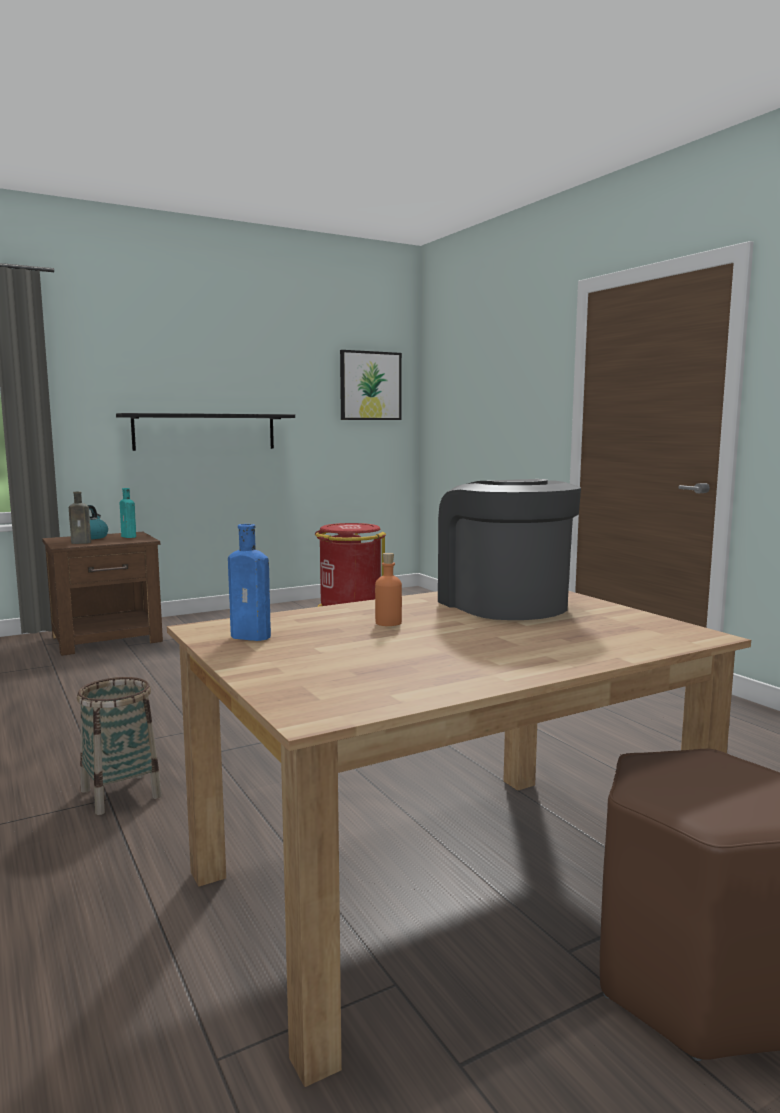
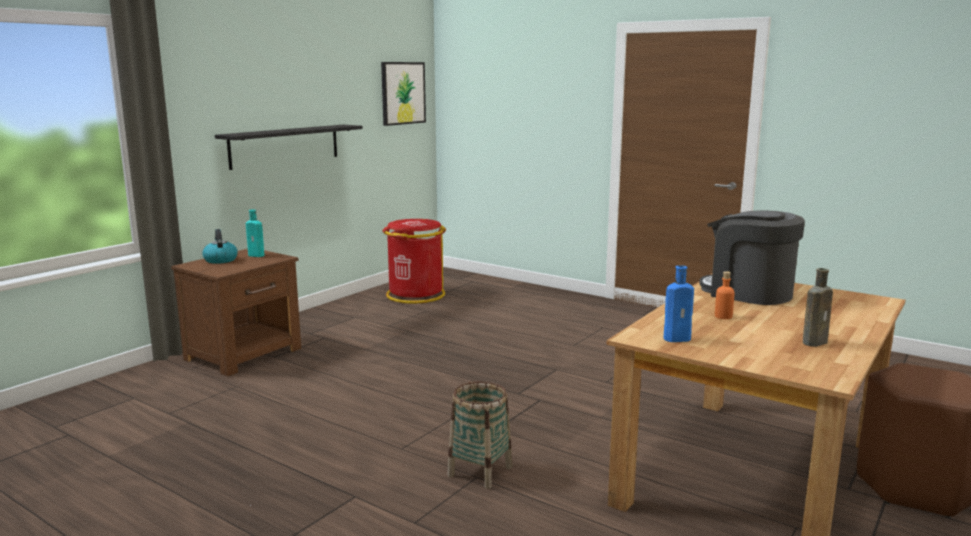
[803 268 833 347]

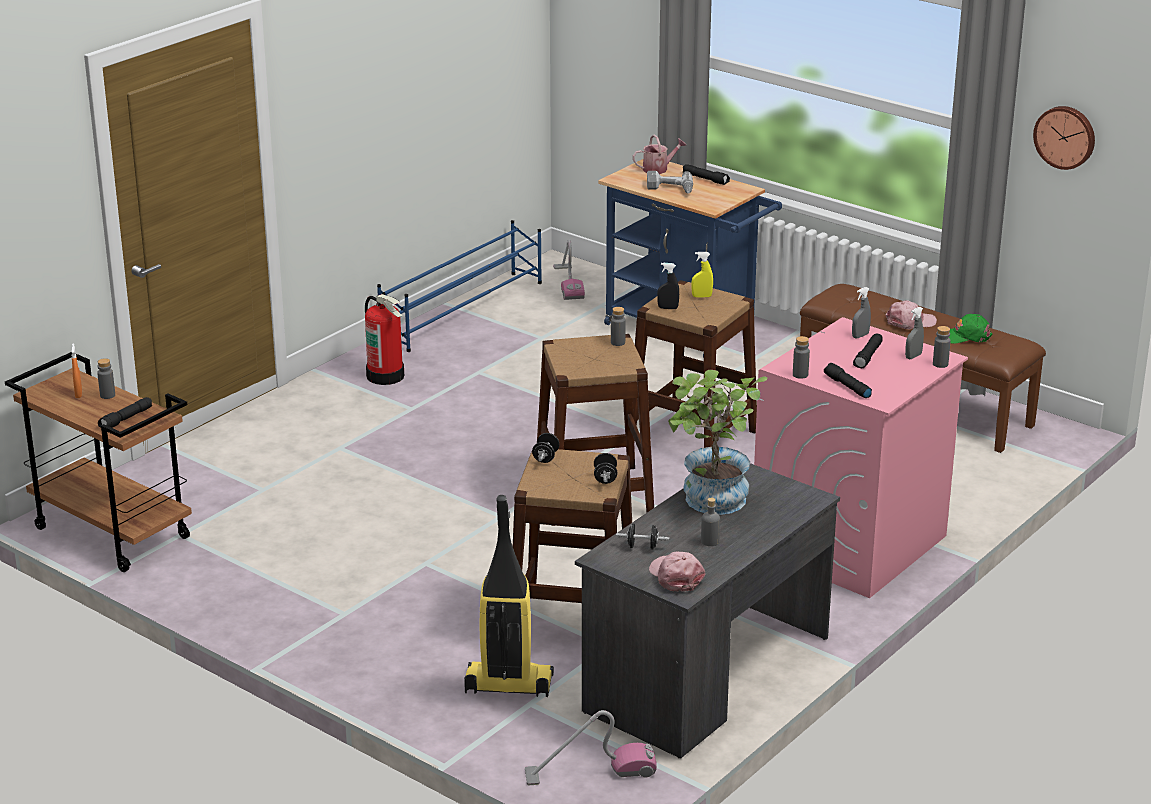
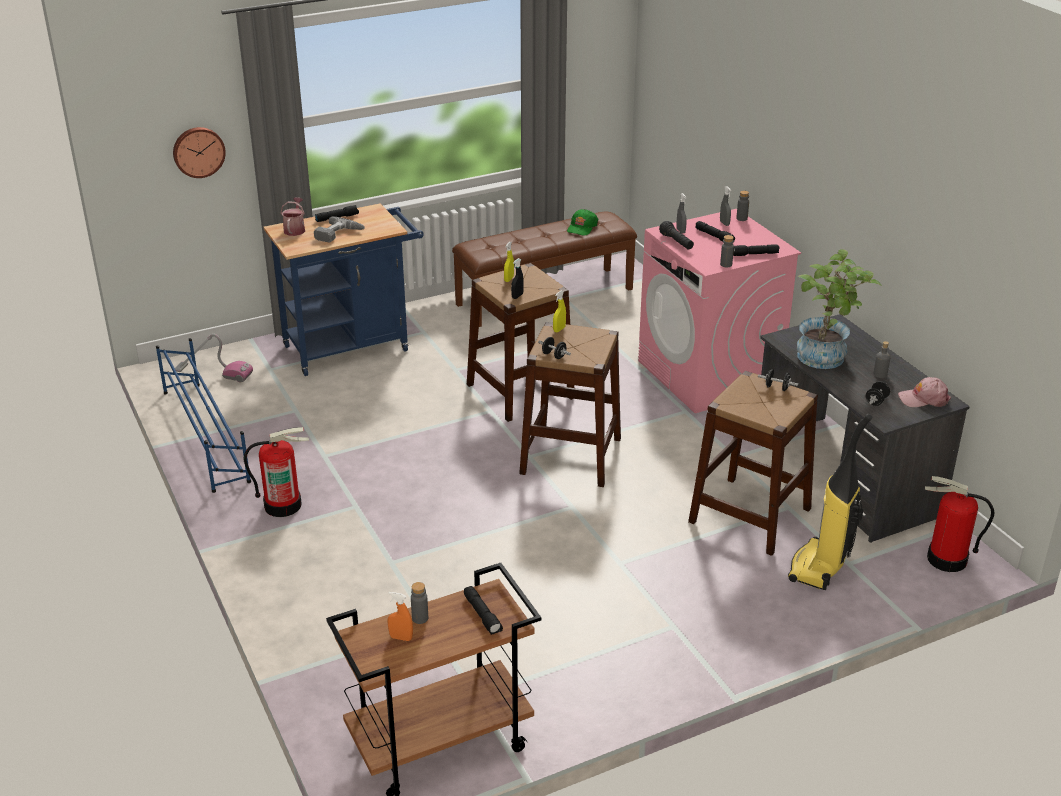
[885 300 937 329] (first image)
[659 221 694 250]
[538 337 571 359]
[173 127 226 178]
[925 476 994 572]
[553 290 566 332]

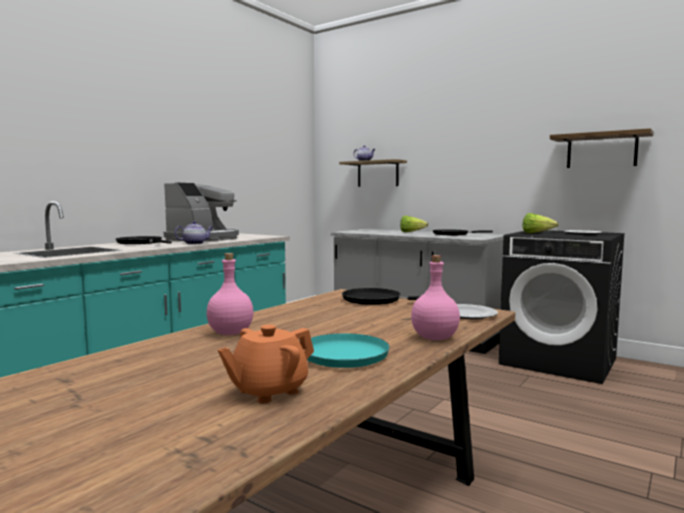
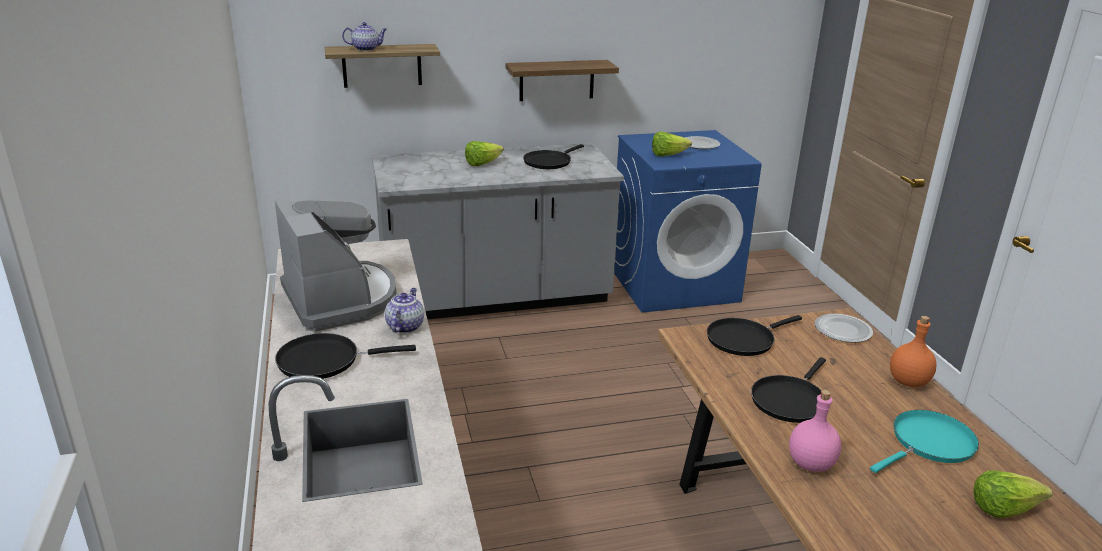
[751 357 826 423]
[505 60 619 101]
[973 470 1052 518]
[890 316 937 387]
[614 130 762 313]

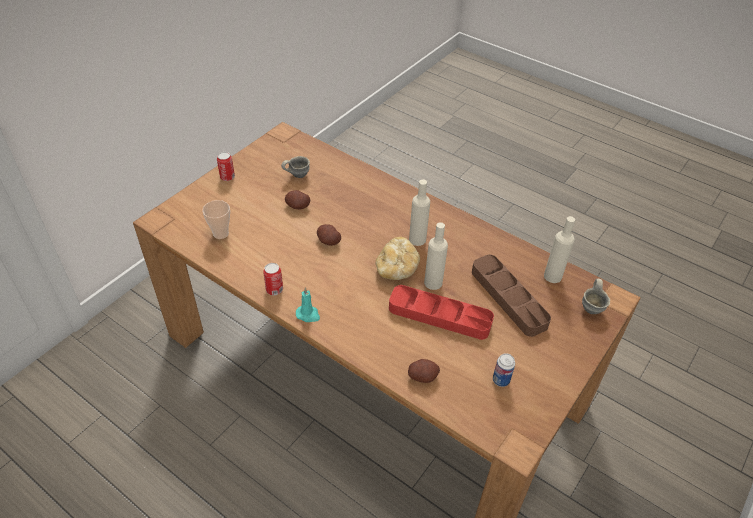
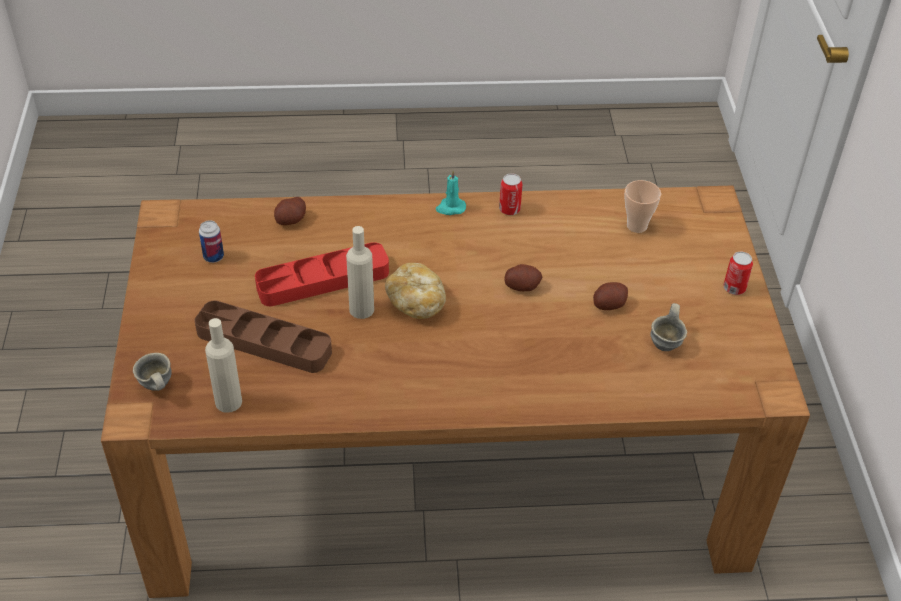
[409 179 430 246] (first image)

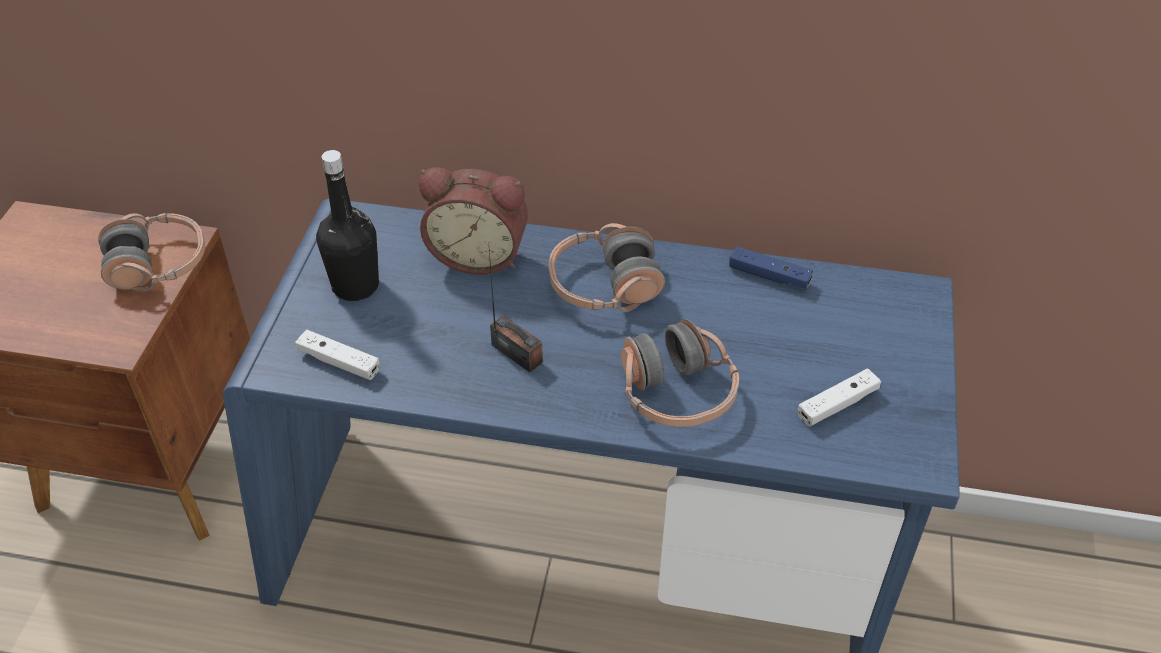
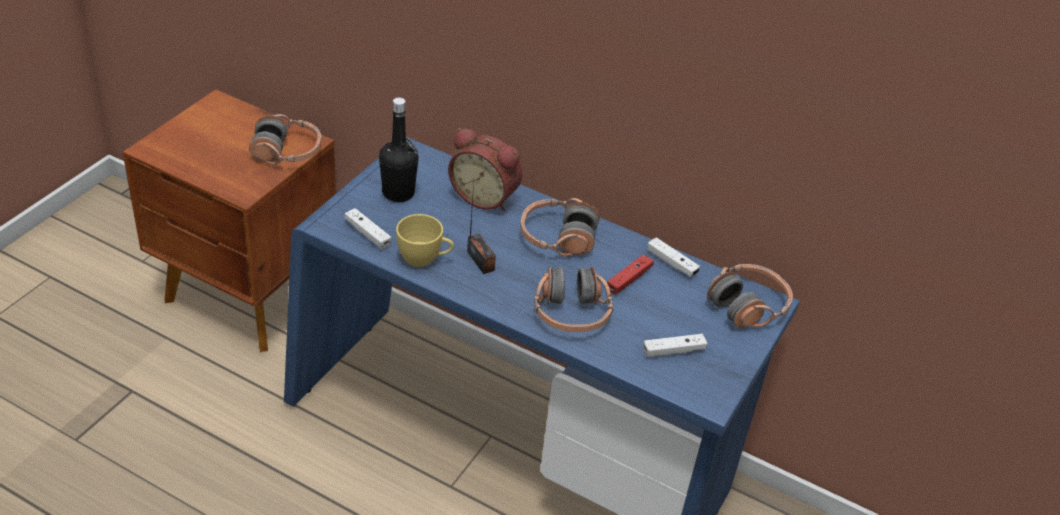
[396 214 454 267]
[607 254 654 295]
[707 264 793 328]
[647 237 700 277]

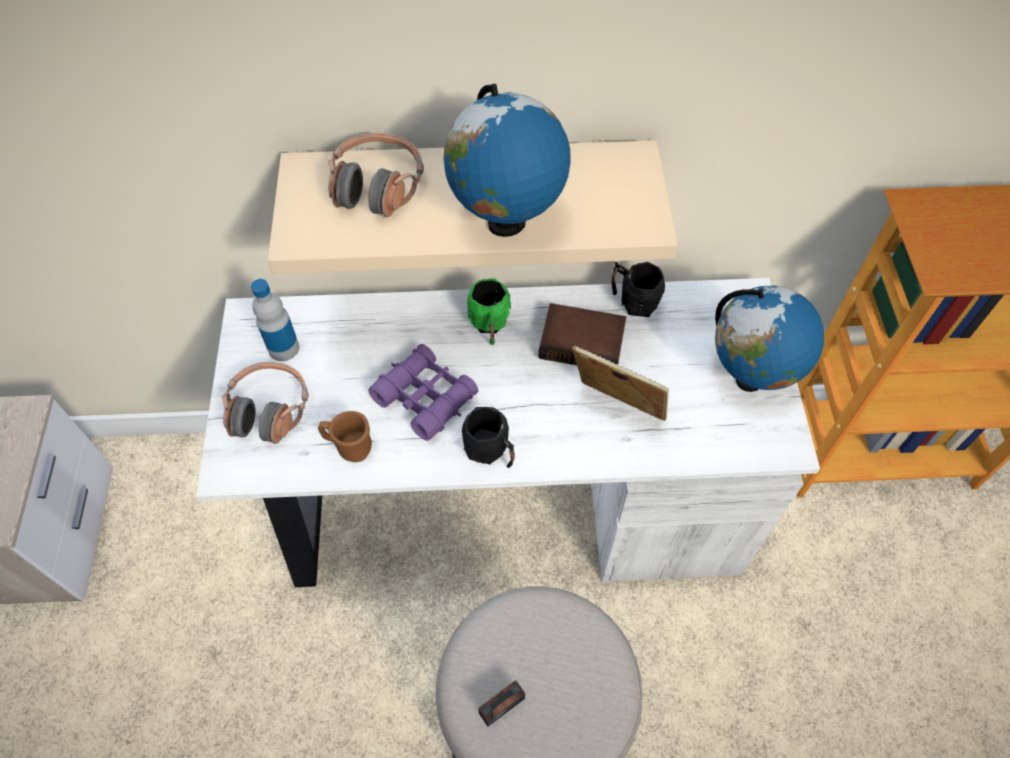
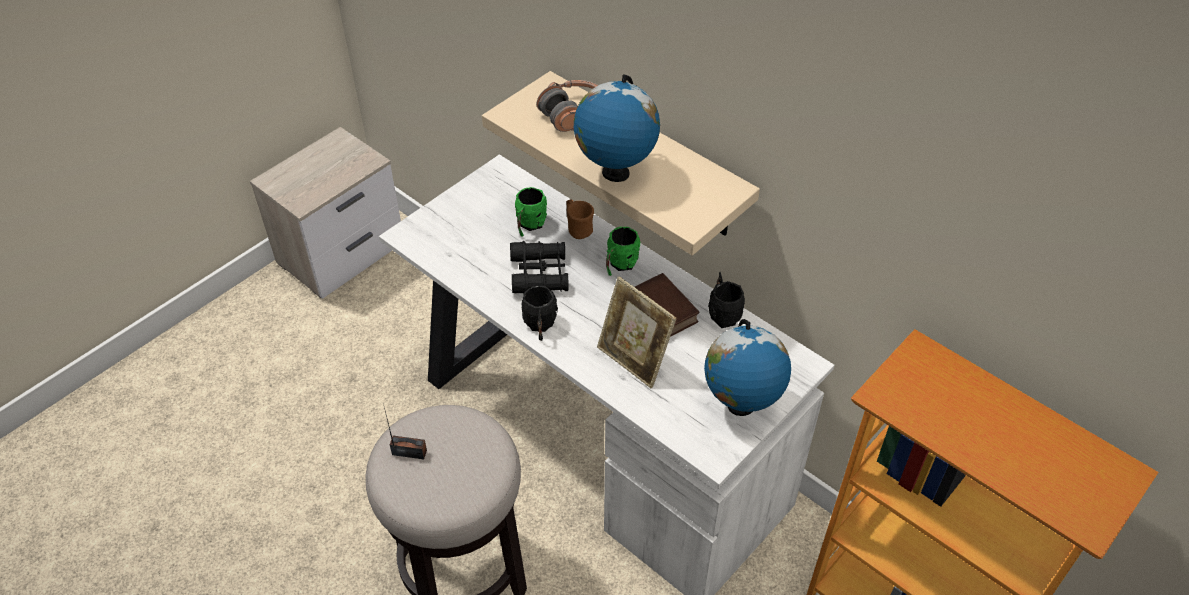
[222 362 309 444] (first image)
[251 279 299 361] (first image)
[515 187 547 237]
[566 199 594 239]
[510 241 568 293]
[597 277 677 389]

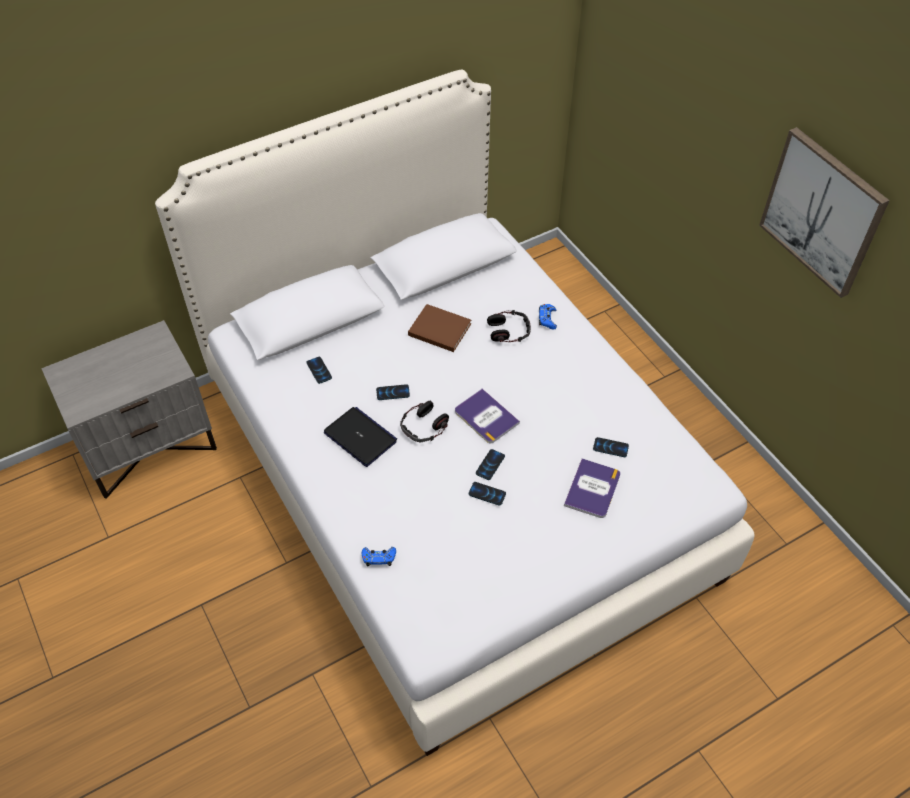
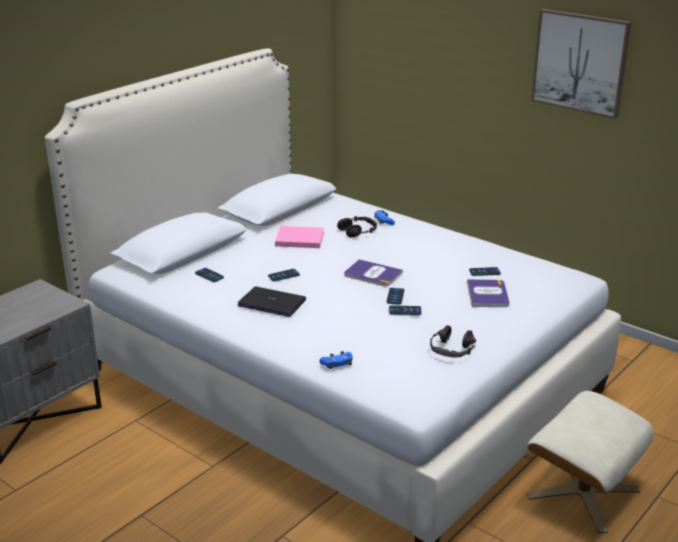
[527 391 654 533]
[430 325 476 358]
[275 226 324 248]

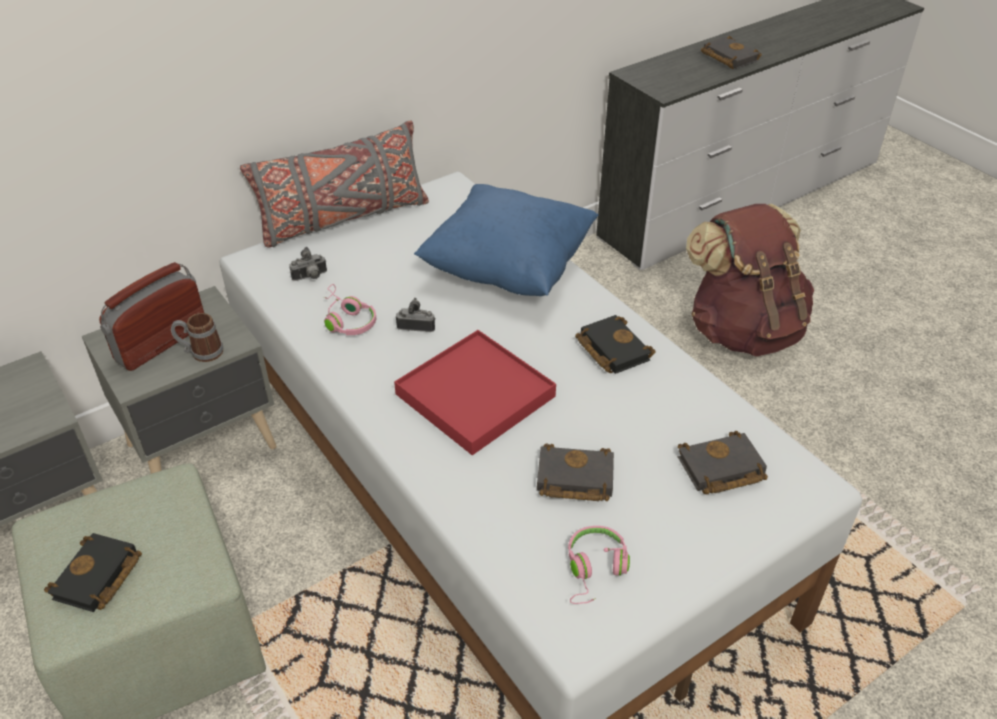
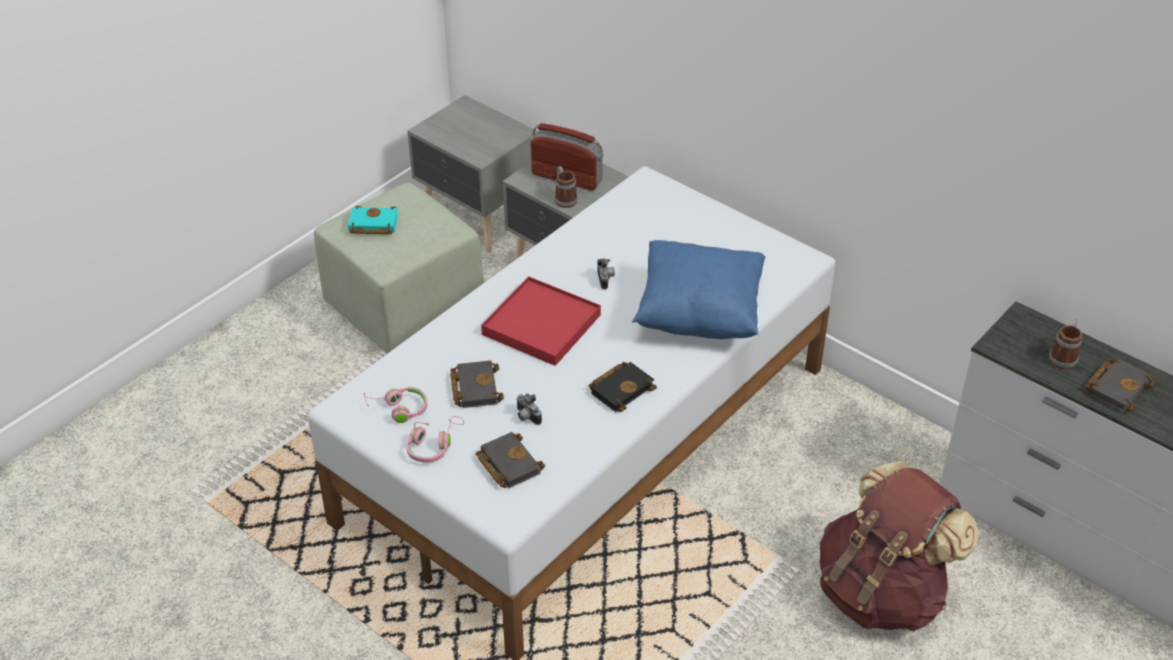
[240 121 429 247] (first image)
[1049 319 1082 369]
[516 394 542 425]
[406 416 464 463]
[348 206 398 234]

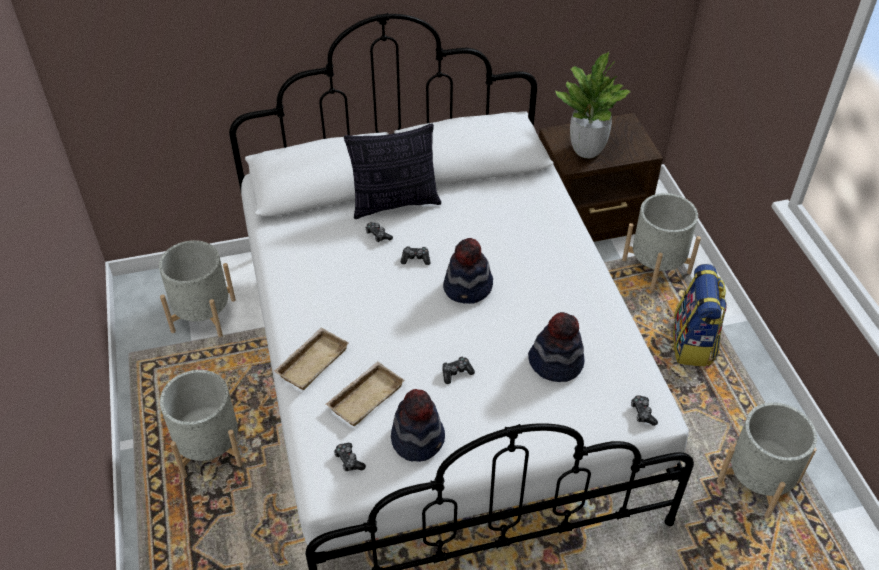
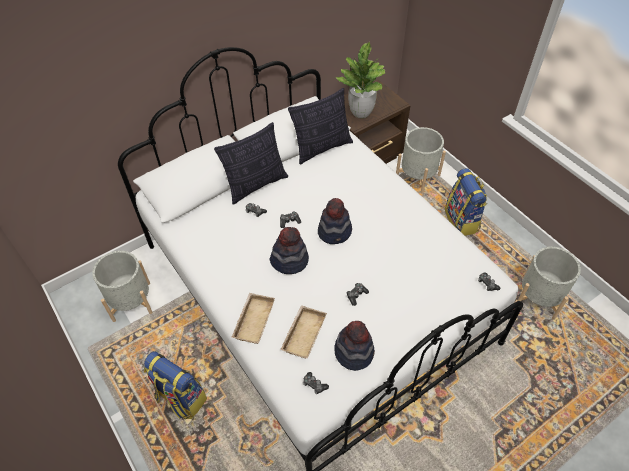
[288 88 353 164]
[269 227 309 274]
[144 351 207 419]

